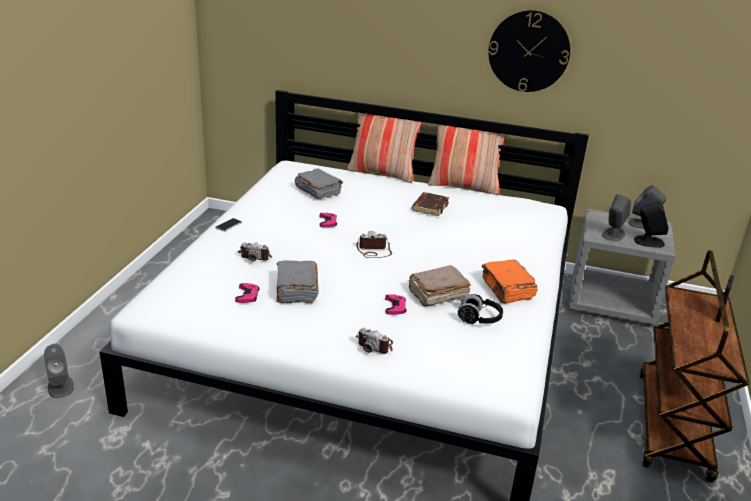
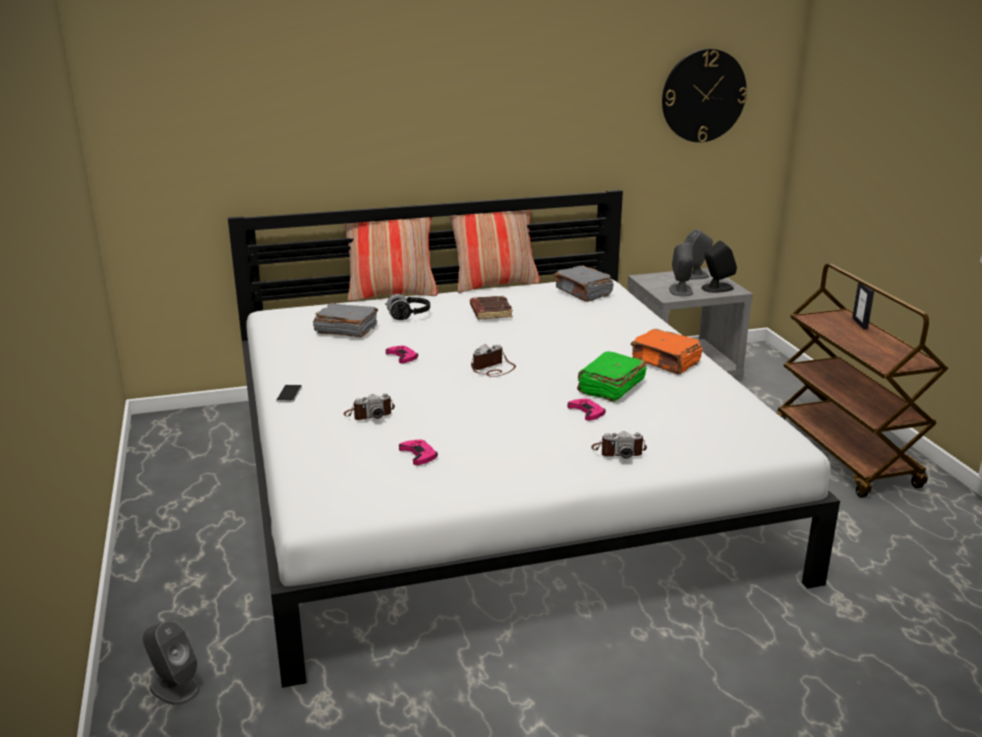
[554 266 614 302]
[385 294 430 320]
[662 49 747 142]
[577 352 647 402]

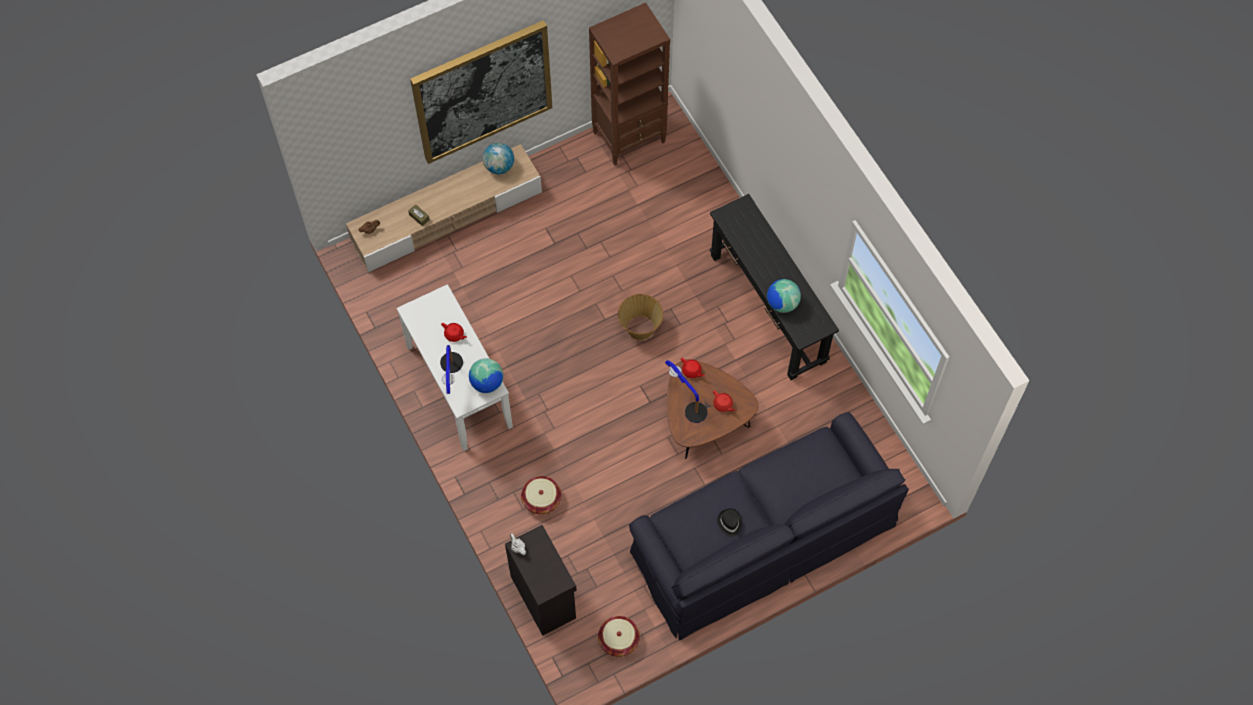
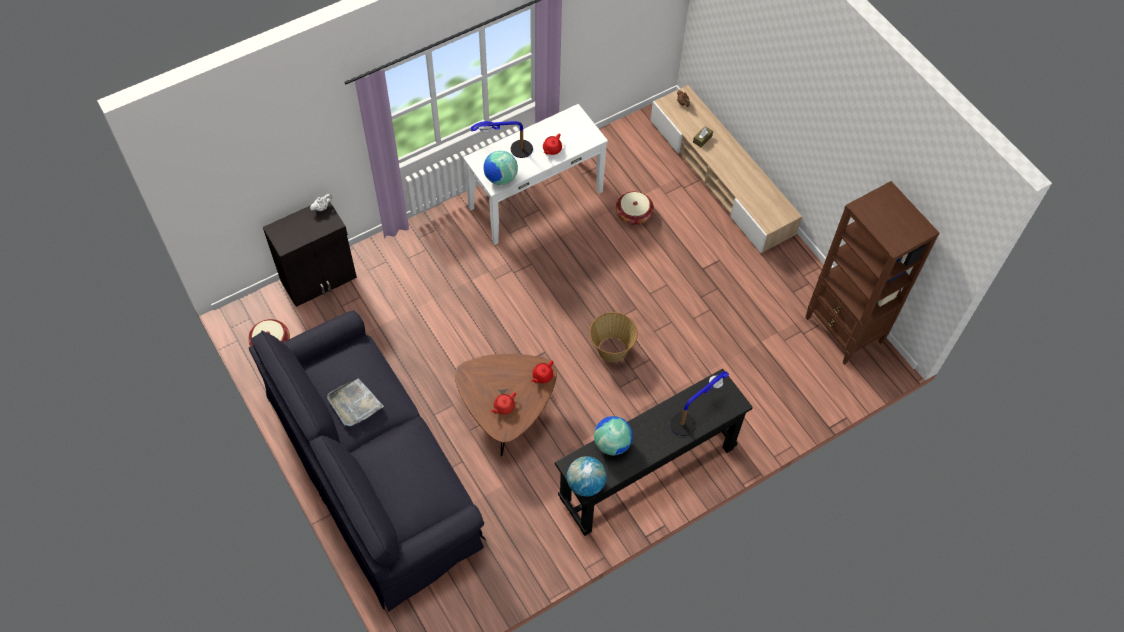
[410 20 552 164] (first image)
[567 456 606 497]
[616 191 654 225]
[669 372 729 436]
[327 379 384 426]

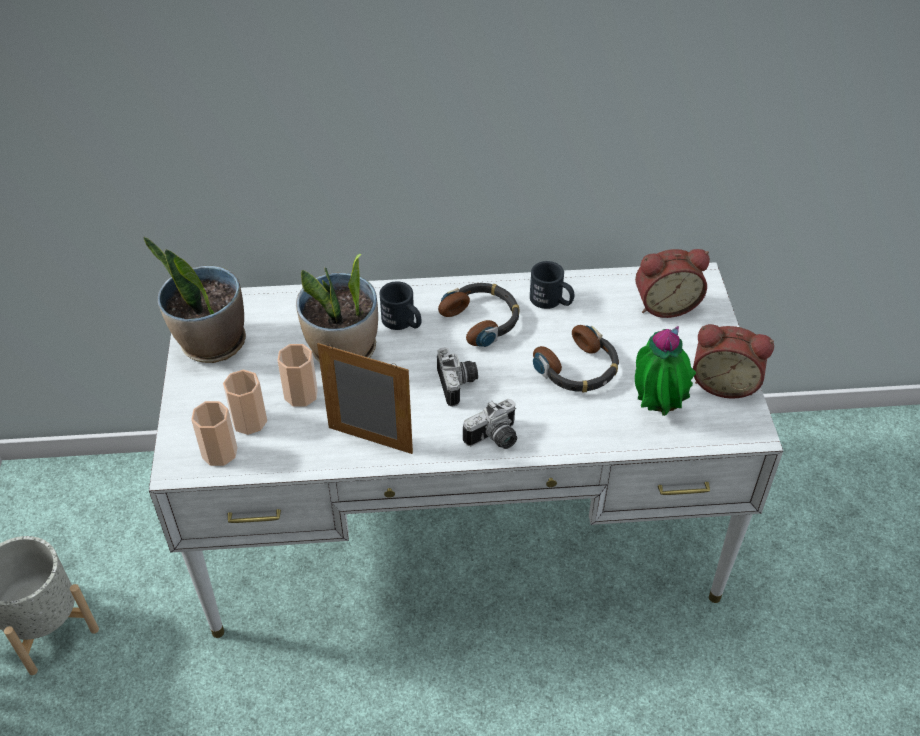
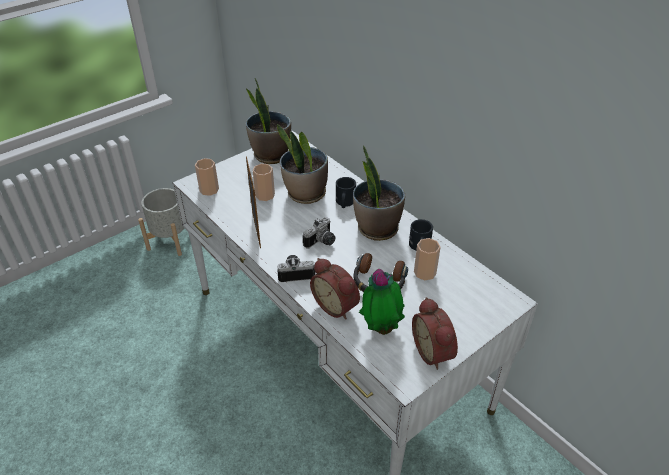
[414 238 441 280]
[310 258 360 320]
[353 145 405 241]
[277 255 315 282]

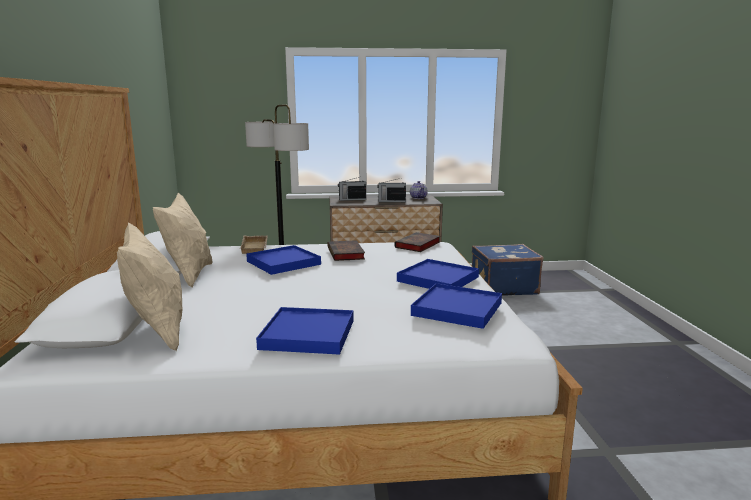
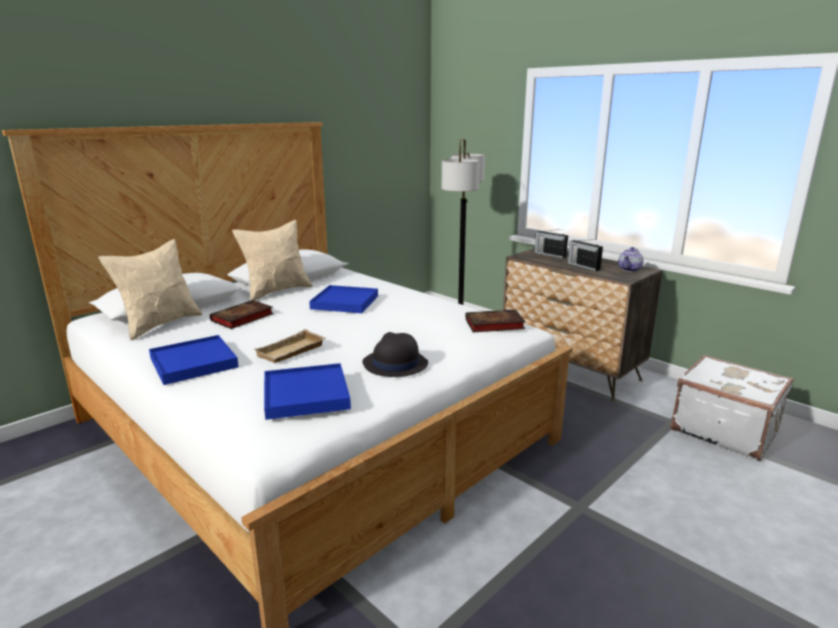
[254 329 325 363]
[210 300 274 329]
[362 332 428 377]
[671 355 794 461]

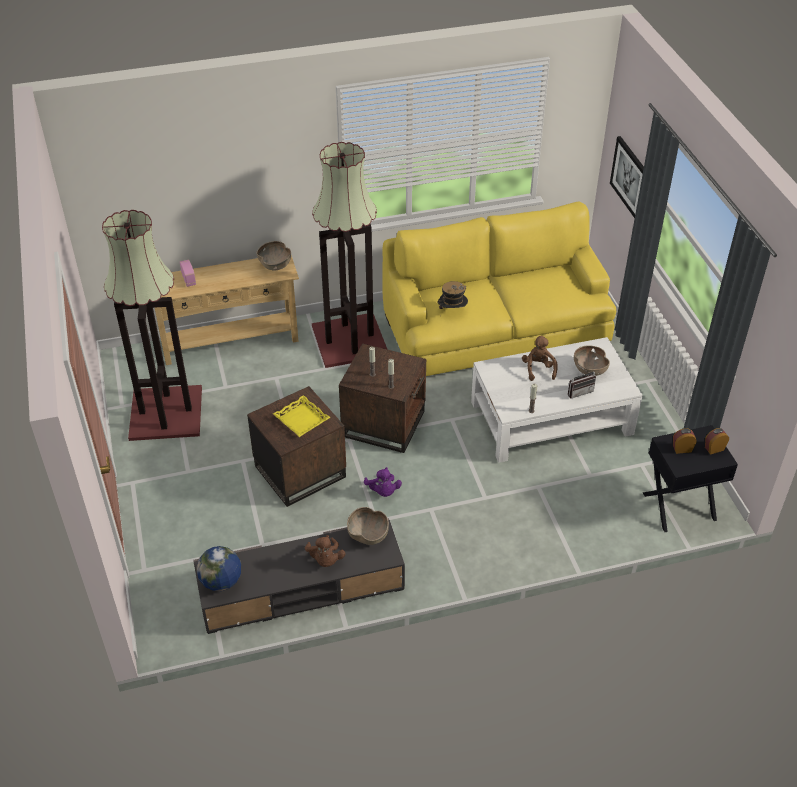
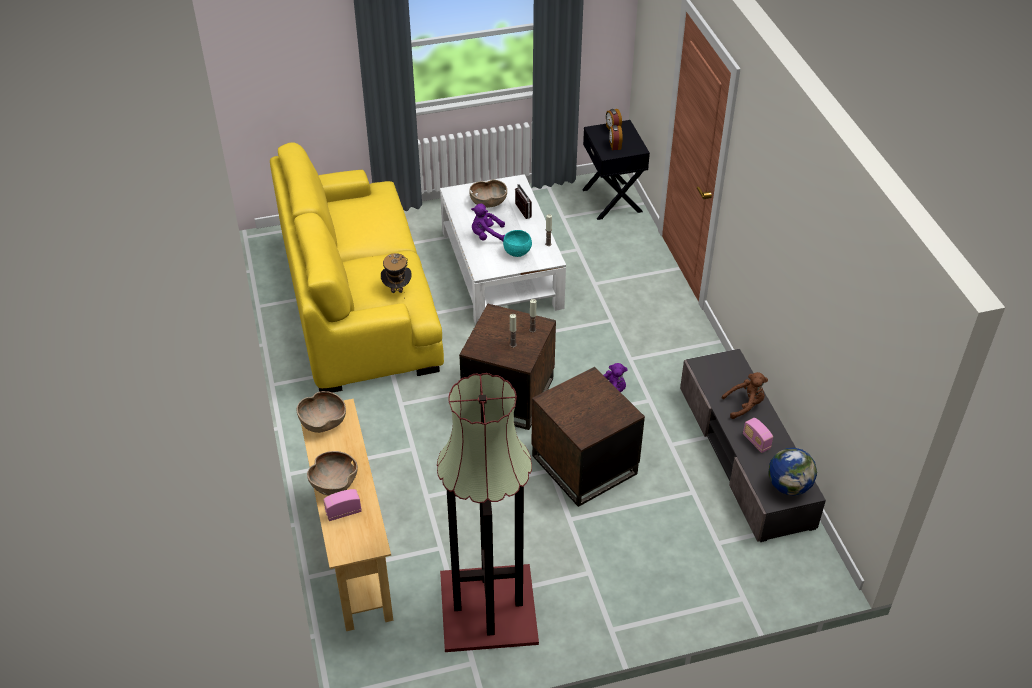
[273 395 330 437] (first image)
[312 142 388 368] (first image)
[610 136 644 218] (first image)
[503 230 532 257]
[743 418 773 453]
[307 451 358 496]
[471 204 505 242]

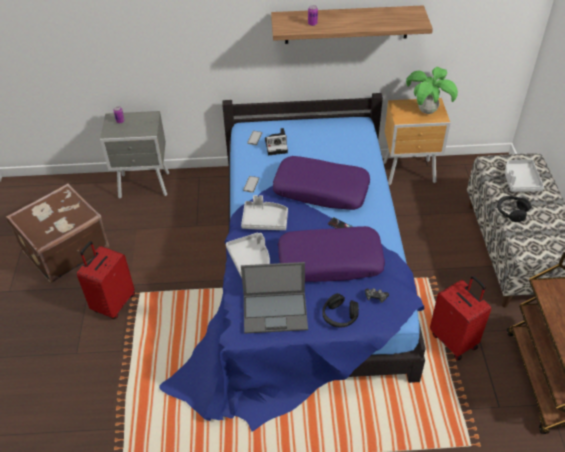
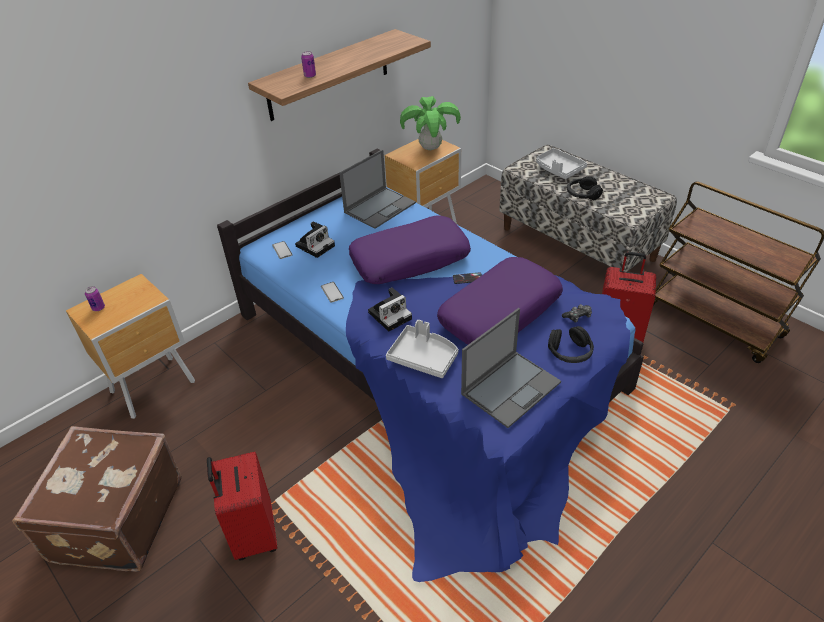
[339 149 416 229]
[368 287 412 332]
[66 274 195 419]

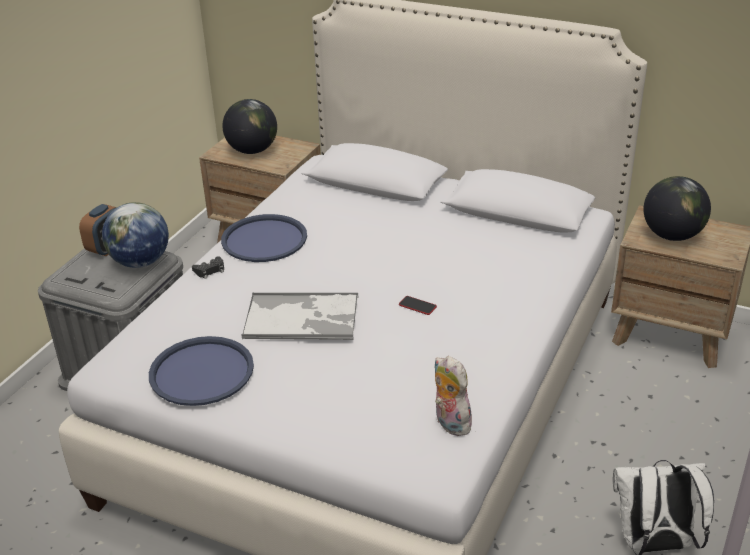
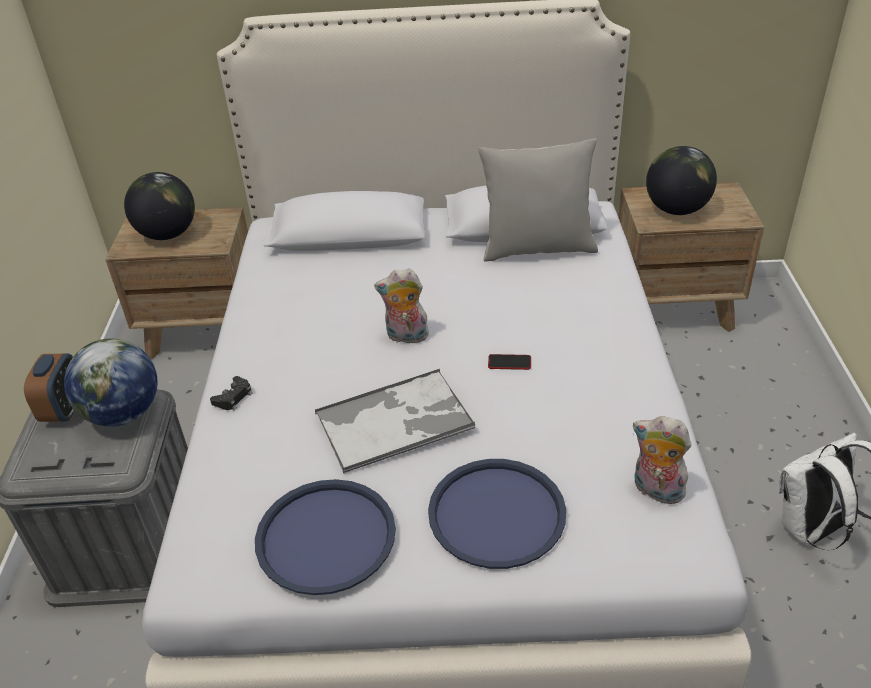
[374 268 431 343]
[478 139 598 262]
[428 459 566 569]

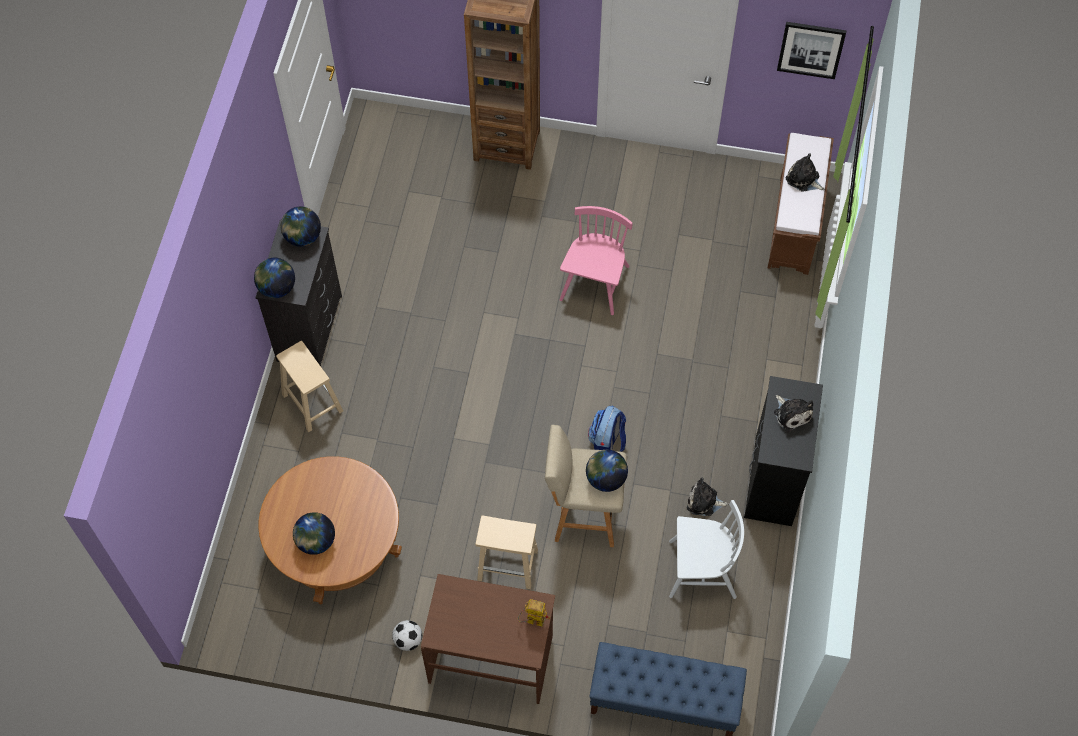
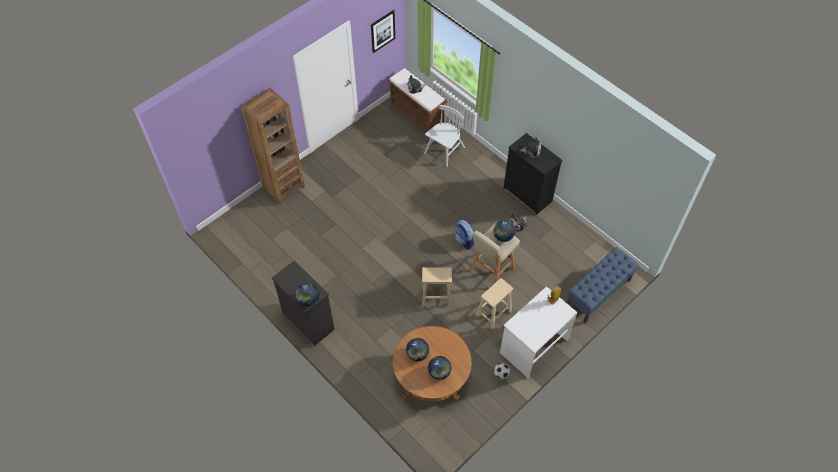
[560 206 633 315] (first image)
[422 267 452 306]
[406 338 429 362]
[424 105 465 167]
[500 286 577 378]

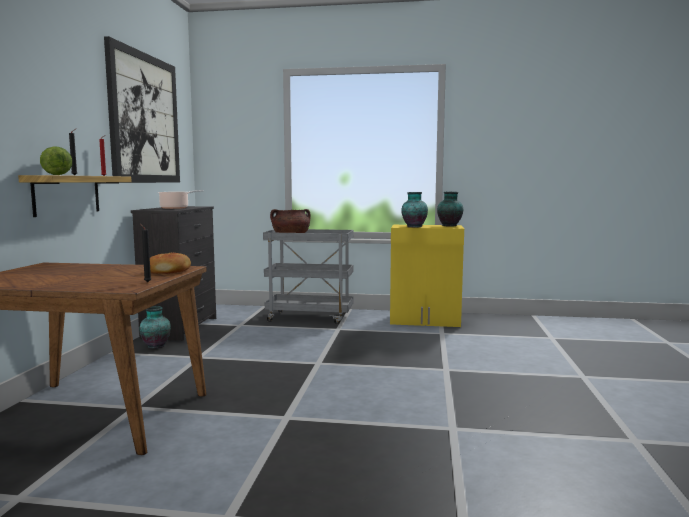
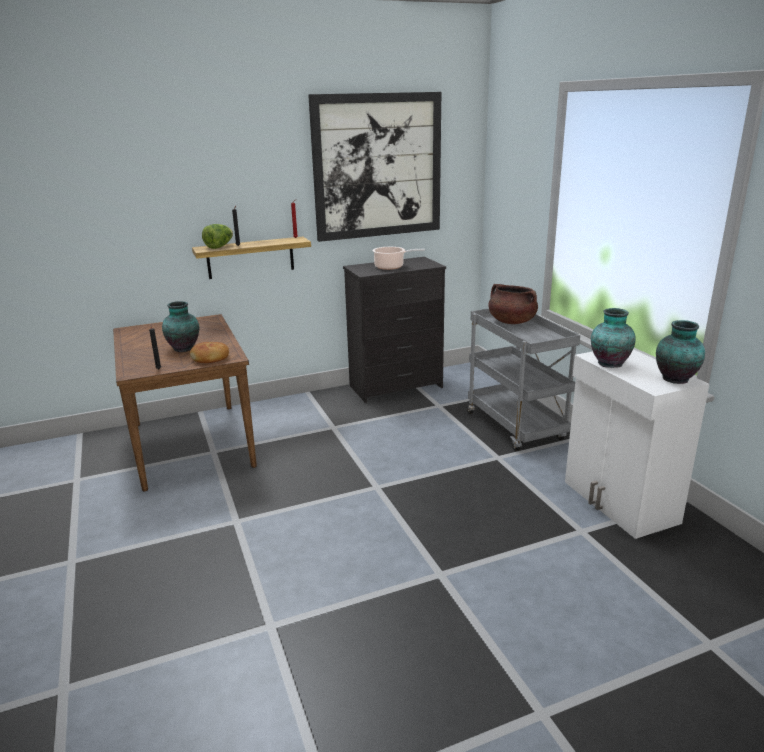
[162 301 199 352]
[565 349 709 539]

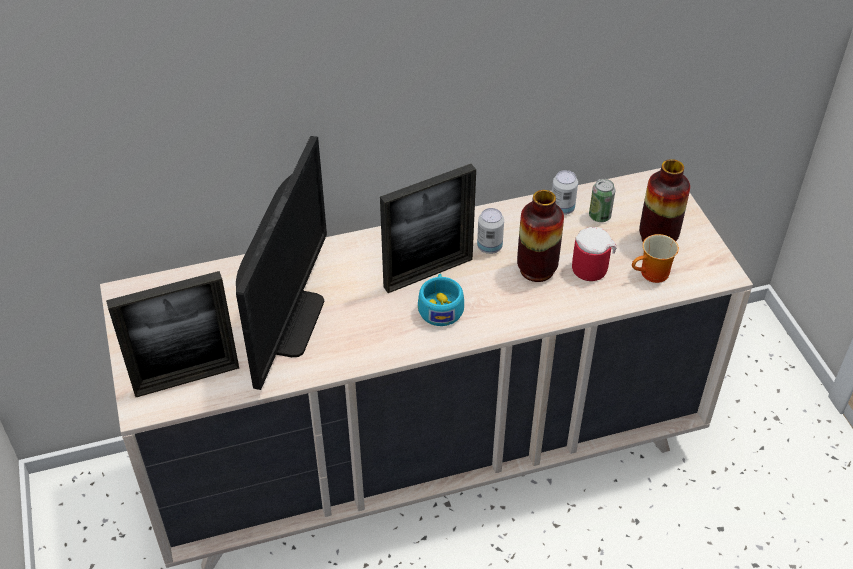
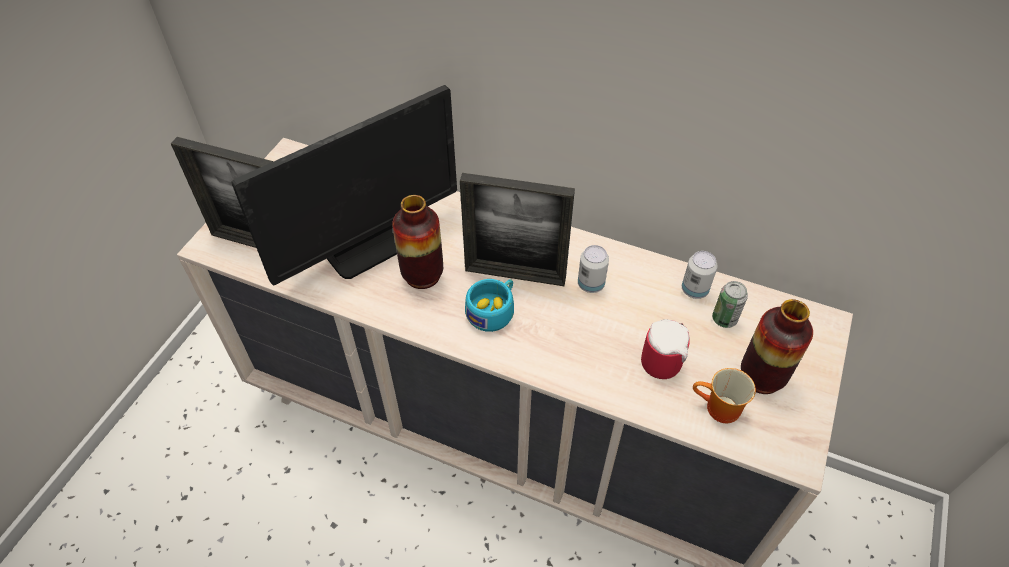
[392 195 443 289]

